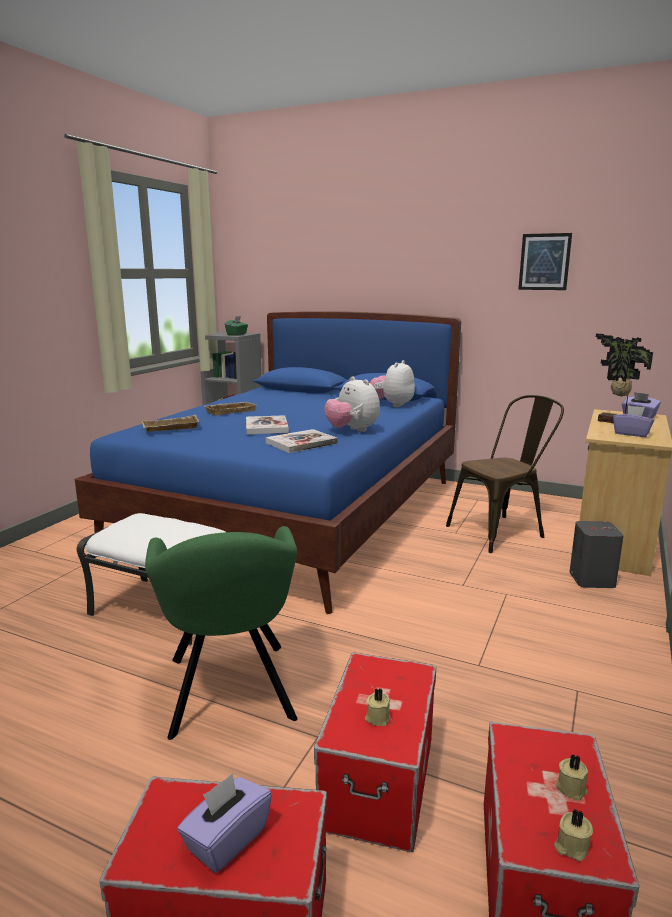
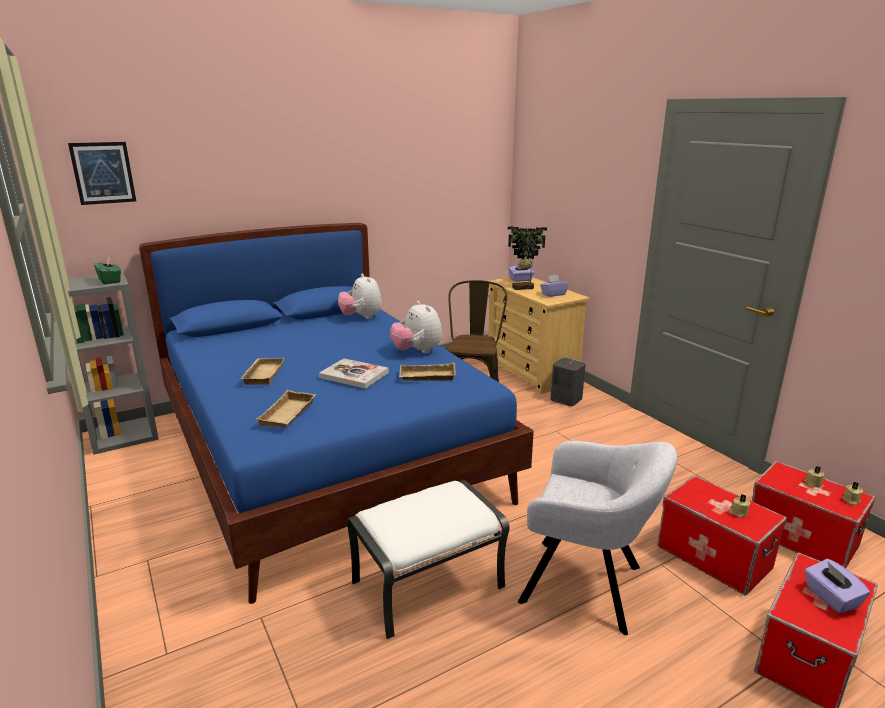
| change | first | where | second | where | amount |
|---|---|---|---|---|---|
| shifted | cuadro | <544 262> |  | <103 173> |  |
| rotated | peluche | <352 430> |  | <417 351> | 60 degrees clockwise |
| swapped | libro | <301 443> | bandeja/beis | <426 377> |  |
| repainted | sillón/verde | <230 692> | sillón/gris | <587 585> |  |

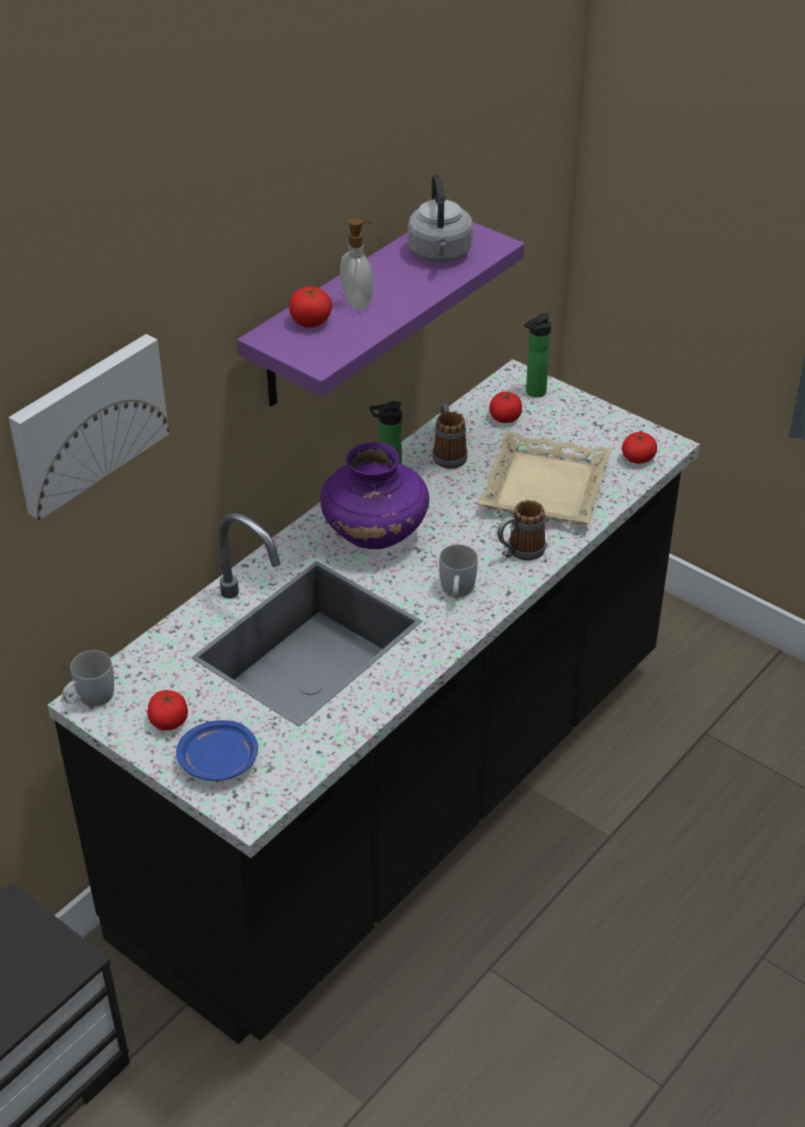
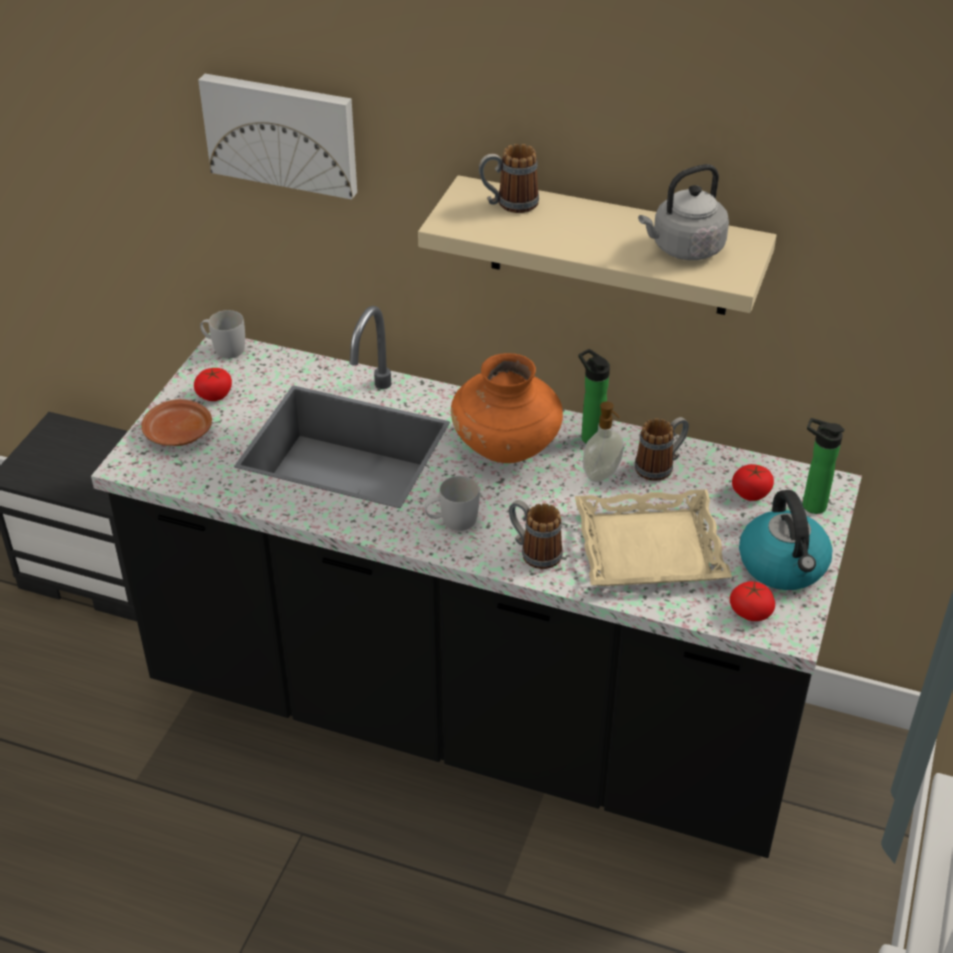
| change | first | where | second | where | amount |
|---|---|---|---|---|---|
| repainted | plato/azul | <220 760> | plato/marrón | <178 434> |  |
| repainted | estante/morado | <346 312> | estante/beis | <609 247> |  |
| repainted | florero/morado | <375 534> | florero/naranja | <507 448> |  |
| swapped | tomate | <311 322> | taza grande | <508 204> |  |
| shifted | dispensador de jabón | <358 302> |  | <602 475> |  |
| new |  |  | hervidor | <783 566> |  |

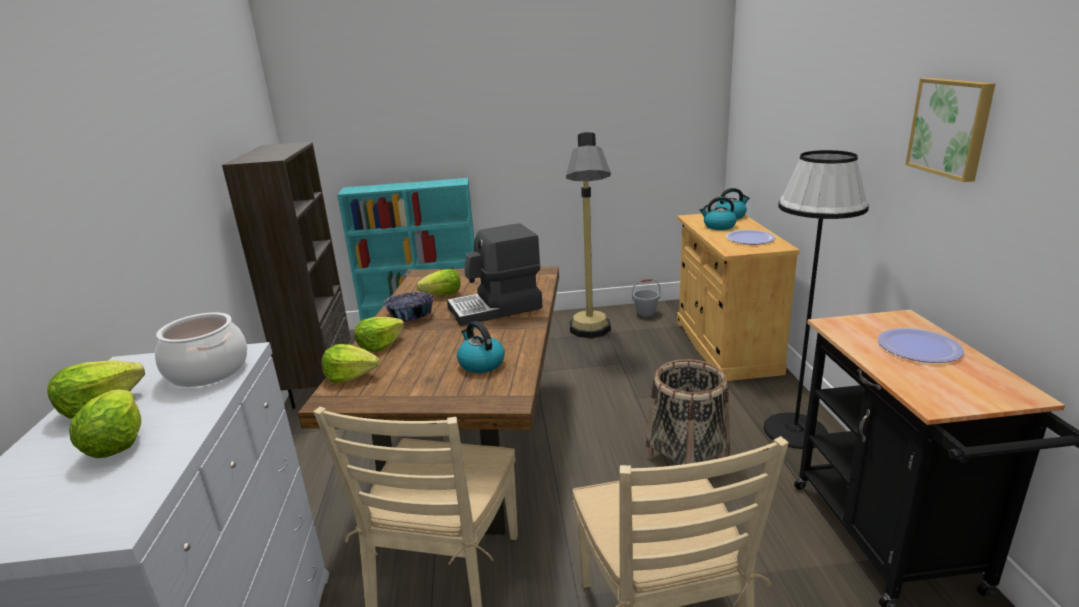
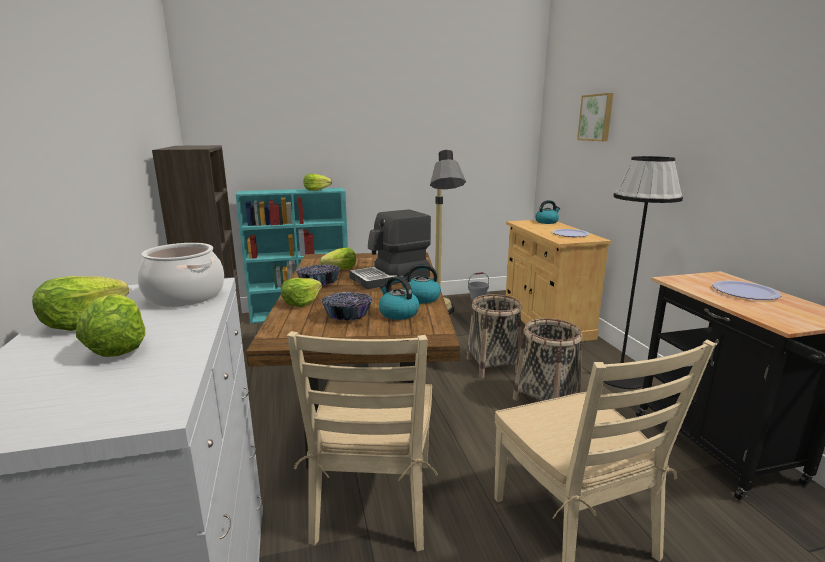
| change | first | where | second | where | amount |
|---|---|---|---|---|---|
| shifted | lechuga | <350 376> |  | <316 190> |  |
| new |  |  | cuenco | <348 315> |  |
| shifted | hervidor | <718 226> |  | <421 298> |  |
| new |  |  | cesta | <493 365> |  |
| shifted | cuadro | <951 127> |  | <596 117> |  |

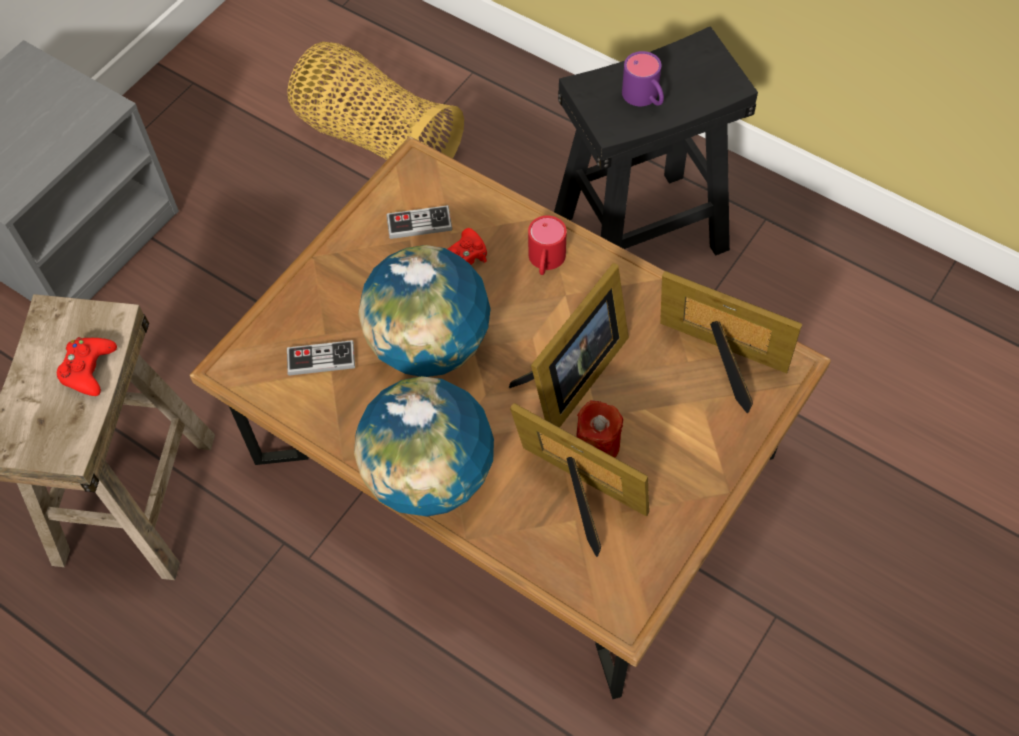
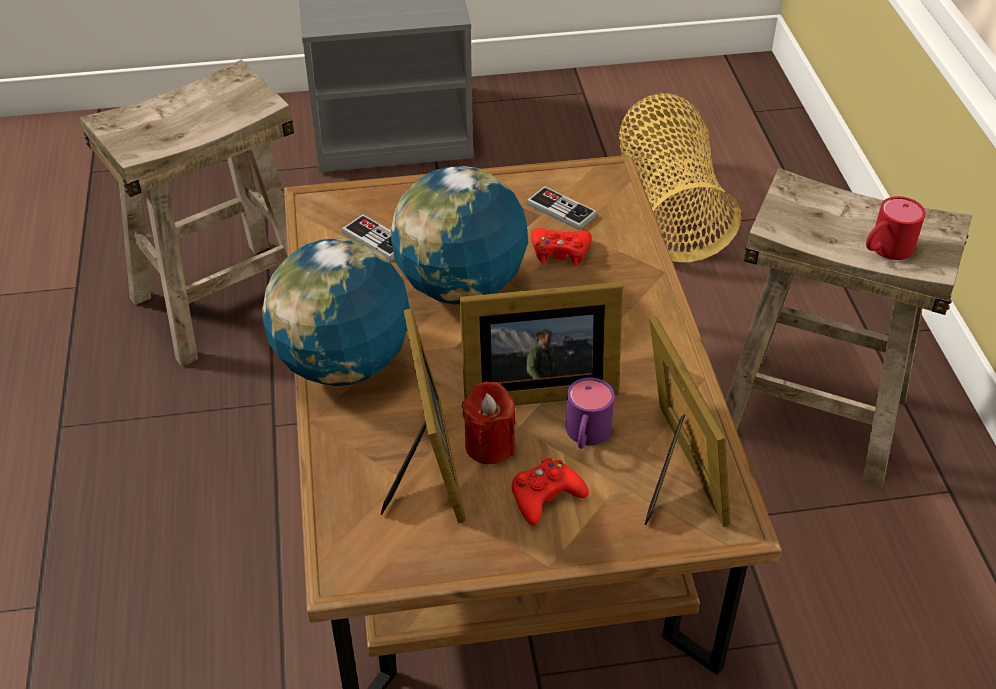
| change | first | where | second | where | amount |
|---|---|---|---|---|---|
| shifted | mando de consola/rojo | <88 369> |  | <545 496> |  |
| shifted | taza grande/morado | <645 98> |  | <585 436> |  |
| repainted | taburete/negro | <640 234> | taburete/beis | <810 416> |  |
| shifted | taza grande/rojo | <545 262> |  | <885 249> |  |

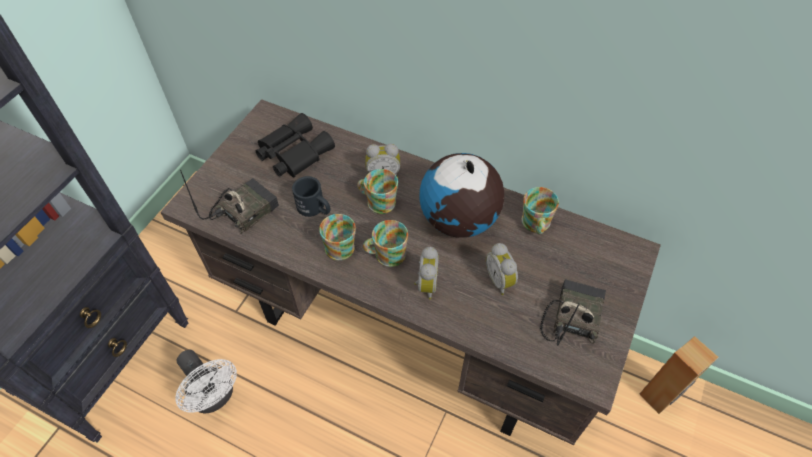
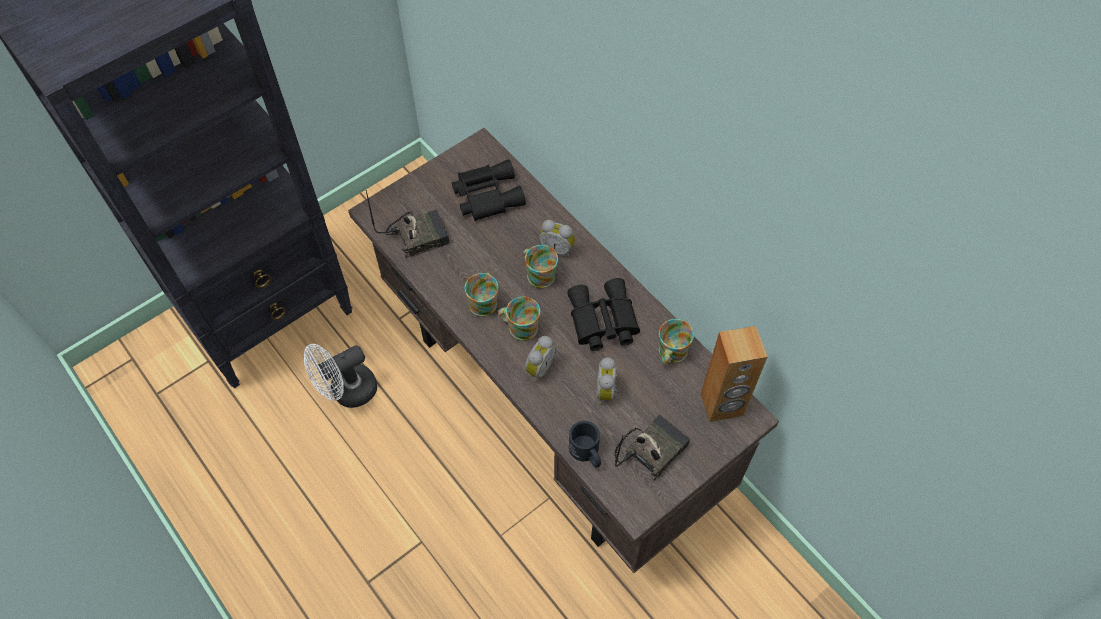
| change | first | where | second | where | amount |
|---|---|---|---|---|---|
| rotated | ventilador/blanco | <215 397> |  | <347 392> | 75 degrees clockwise |
| swapped | globo terráqueo | <458 221> | prismáticos/negro | <601 321> |  |
| shifted | taza grande/negro | <315 208> |  | <587 453> |  |
| shifted | altavoz/marrón | <658 396> |  | <722 405> |  |

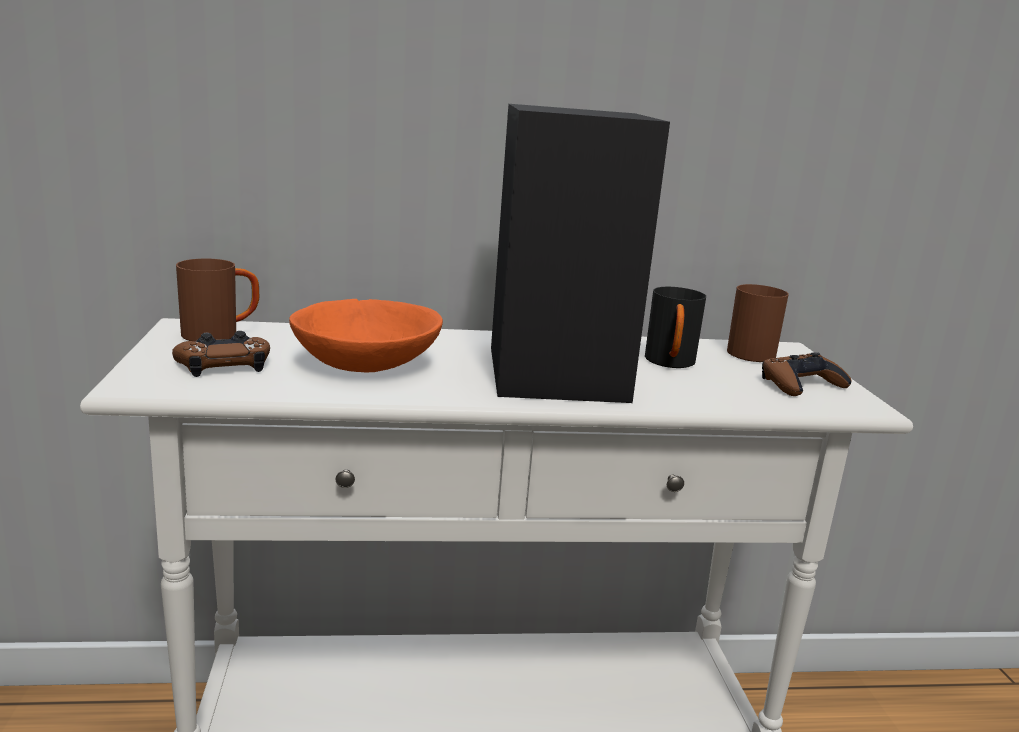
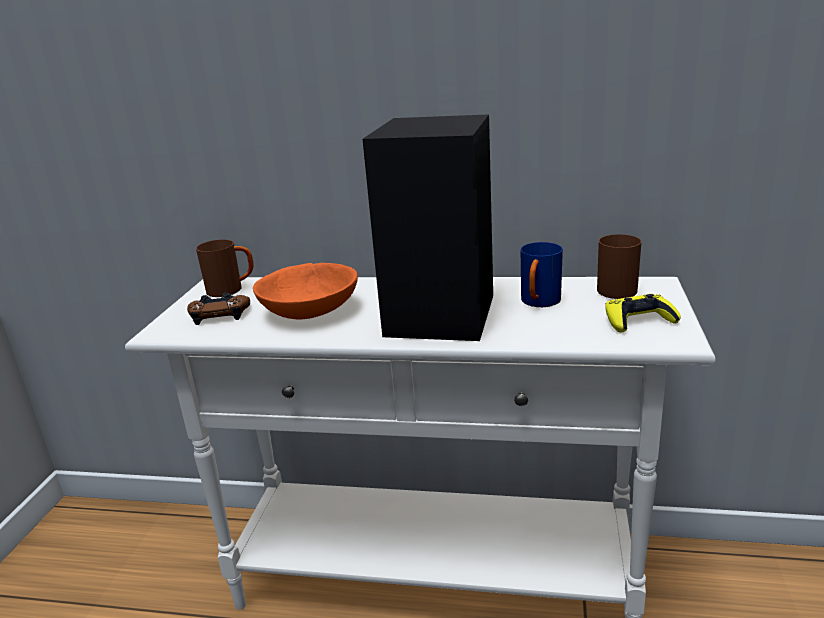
| change | first | where | second | where | amount |
|---|---|---|---|---|---|
| repainted | taza grande/negro | <670 364> | taza grande/azul | <539 303> |  |
| repainted | mando de consola/marrón | <802 384> | mando de consola/amarillo | <638 320> |  |

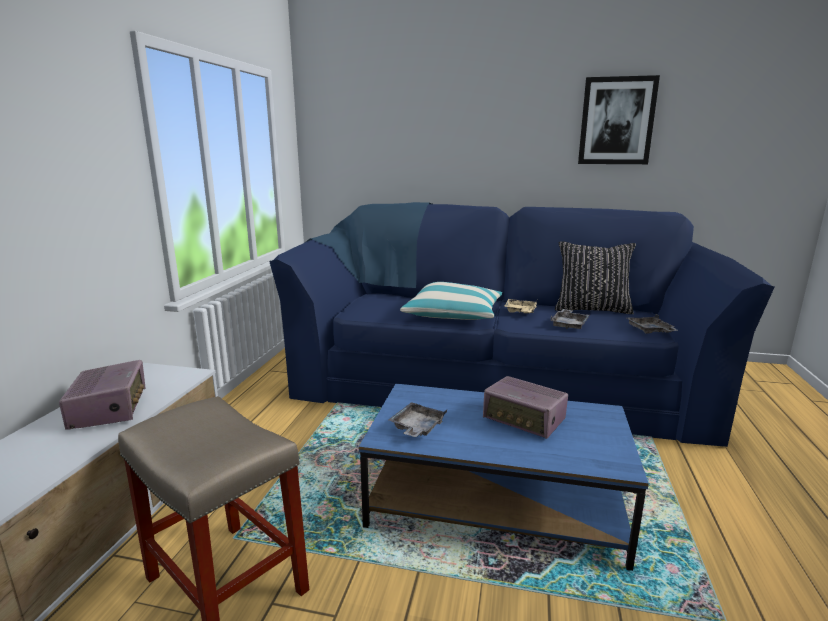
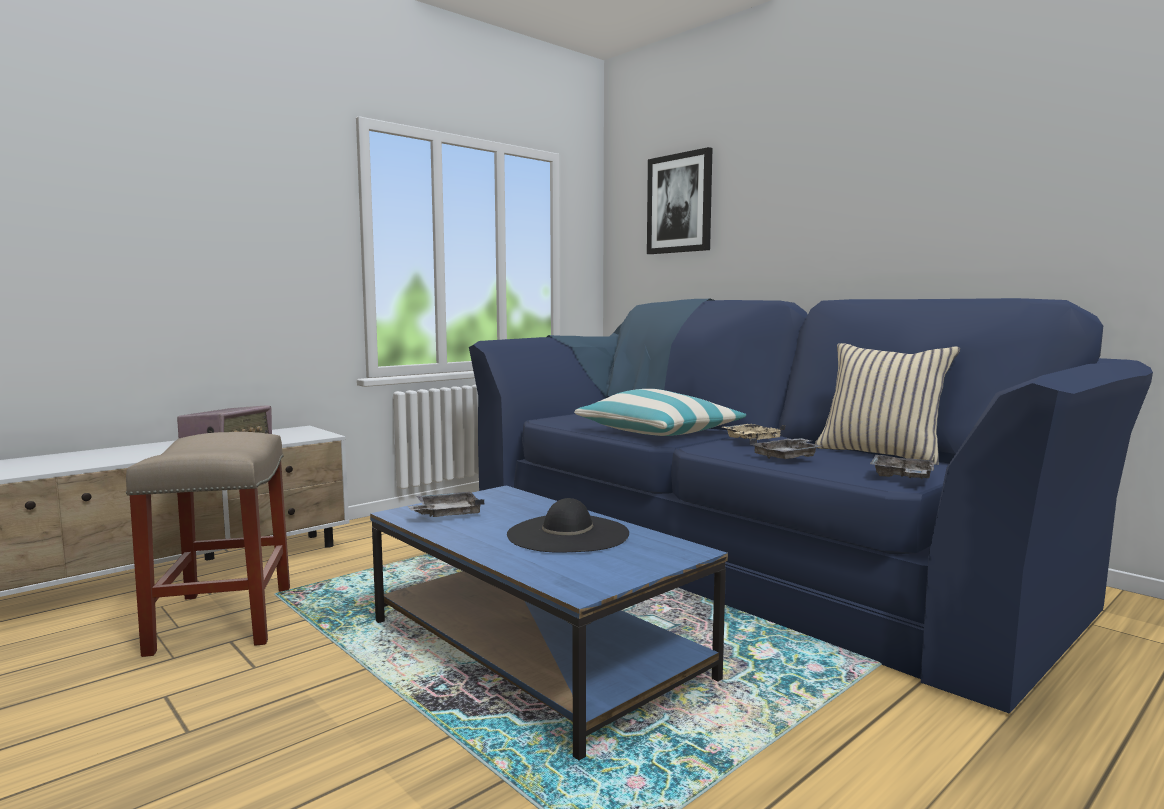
| change | first | where | second | where | amount |
|---|---|---|---|---|---|
| swapped | radio | <524 420> | sombrero/negro | <568 534> |  |
| shifted | cuadro | <616 121> |  | <679 203> |  |
| repainted | cojín/negro | <591 309> | cojín/beis | <880 454> |  |

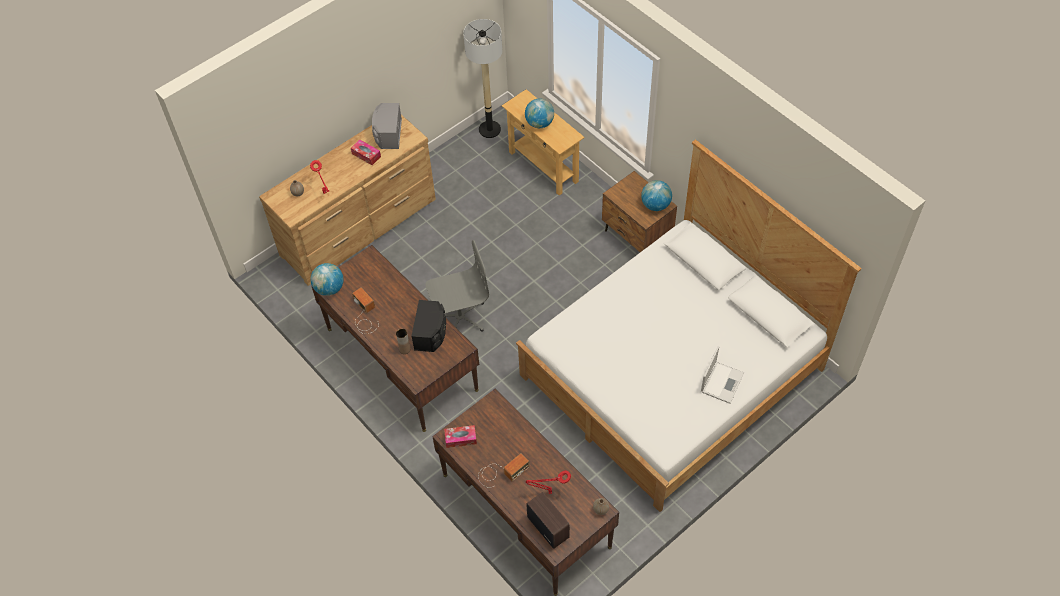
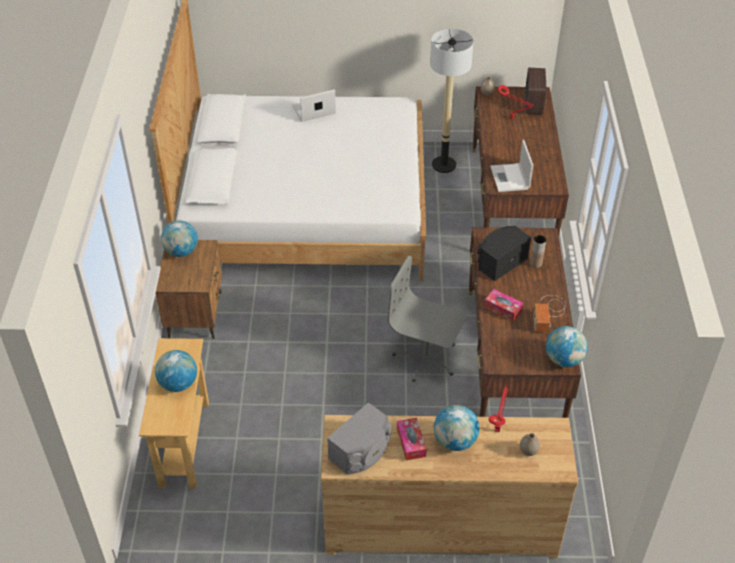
| change | first | where | second | where | amount |
|---|---|---|---|---|---|
| shifted | lámpara de pie | <489 129> |  | <444 165> |  |
| new |  |  | globo terráqueo | <455 441> |  |
| shifted | caja de pañuelos | <460 439> |  | <503 308> |  |
| new |  |  | portátil | <510 178> |  |
| gone | radio | <501 472> |  |  |  |

